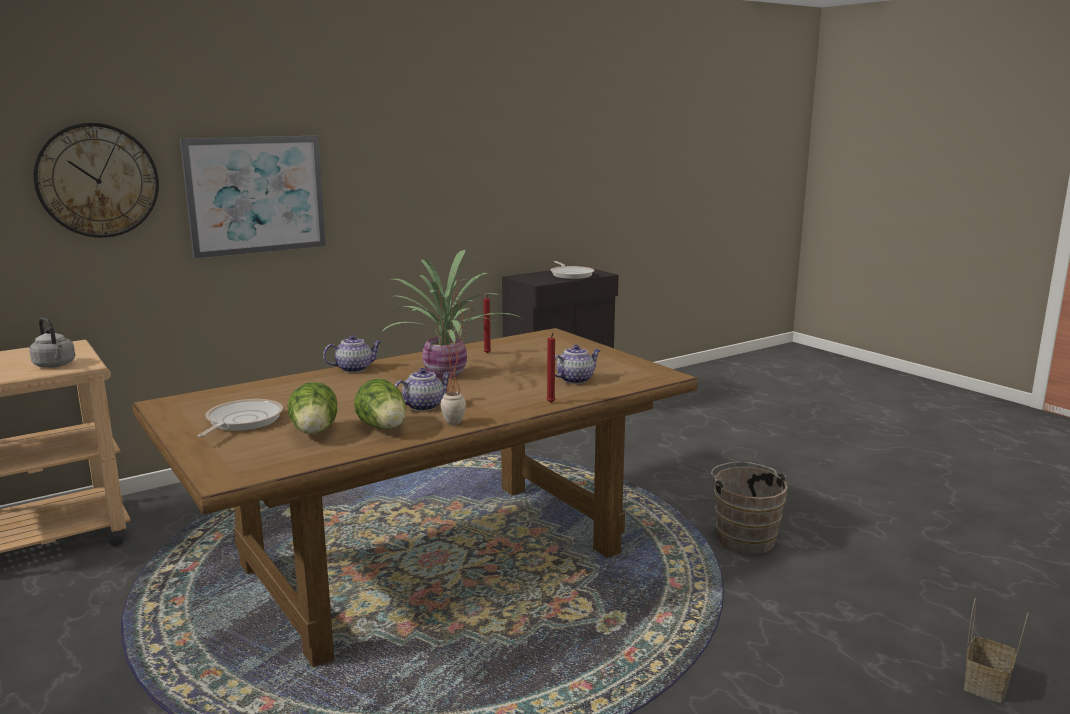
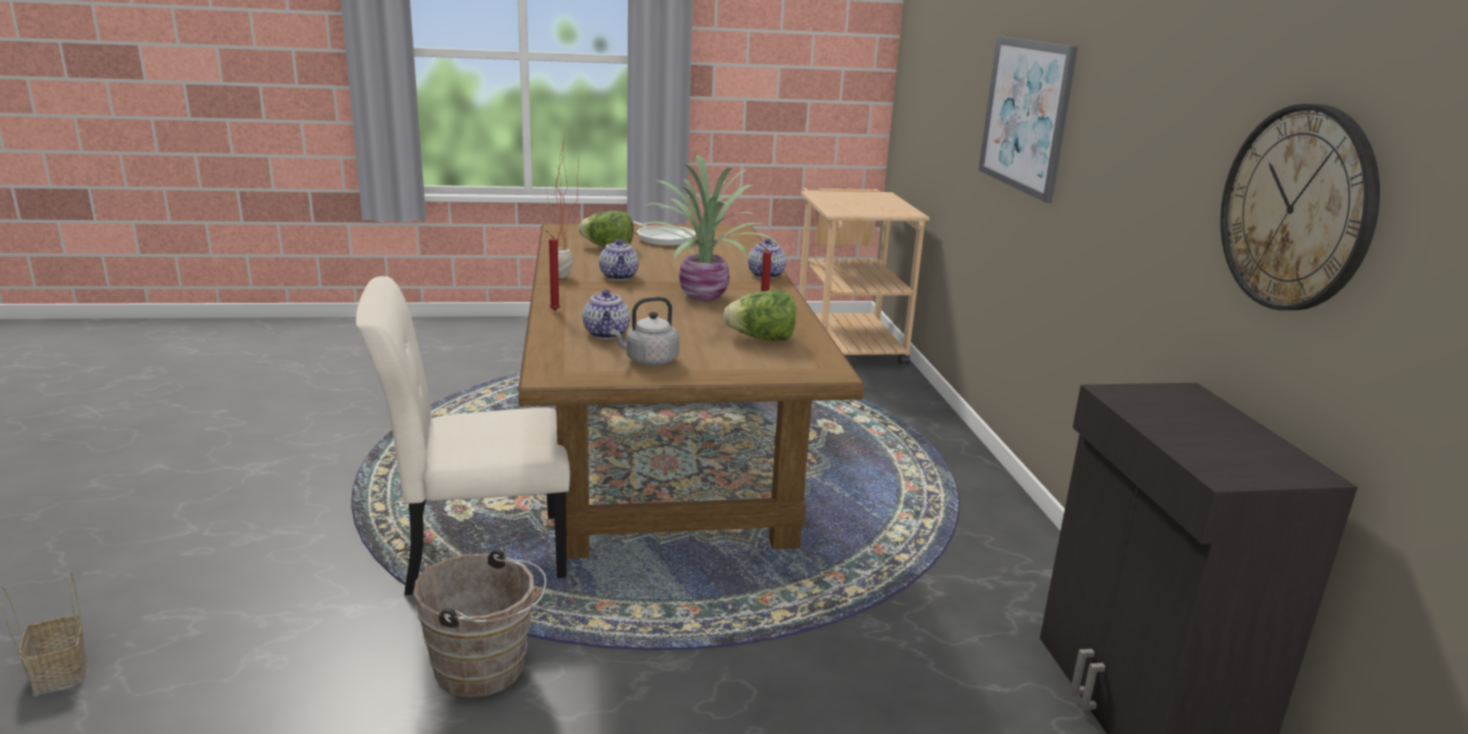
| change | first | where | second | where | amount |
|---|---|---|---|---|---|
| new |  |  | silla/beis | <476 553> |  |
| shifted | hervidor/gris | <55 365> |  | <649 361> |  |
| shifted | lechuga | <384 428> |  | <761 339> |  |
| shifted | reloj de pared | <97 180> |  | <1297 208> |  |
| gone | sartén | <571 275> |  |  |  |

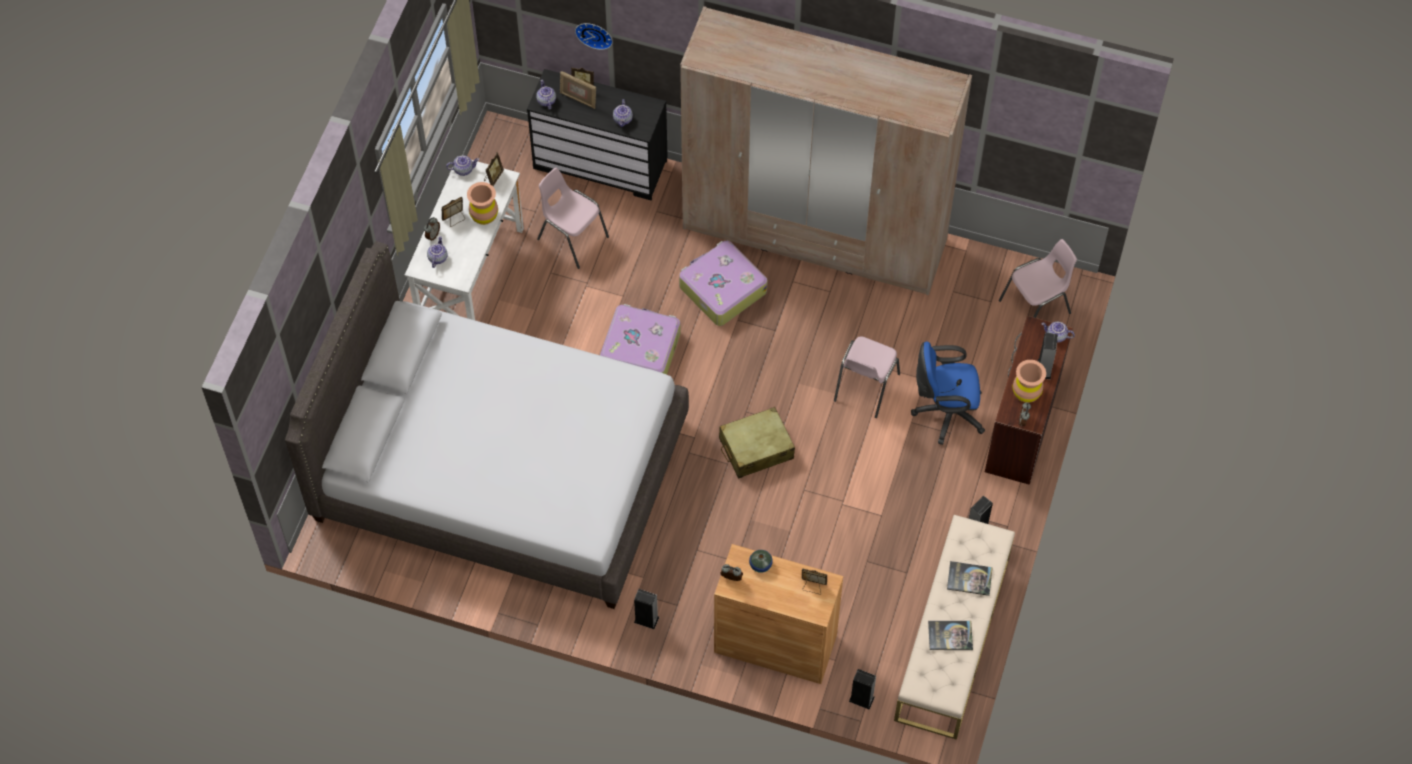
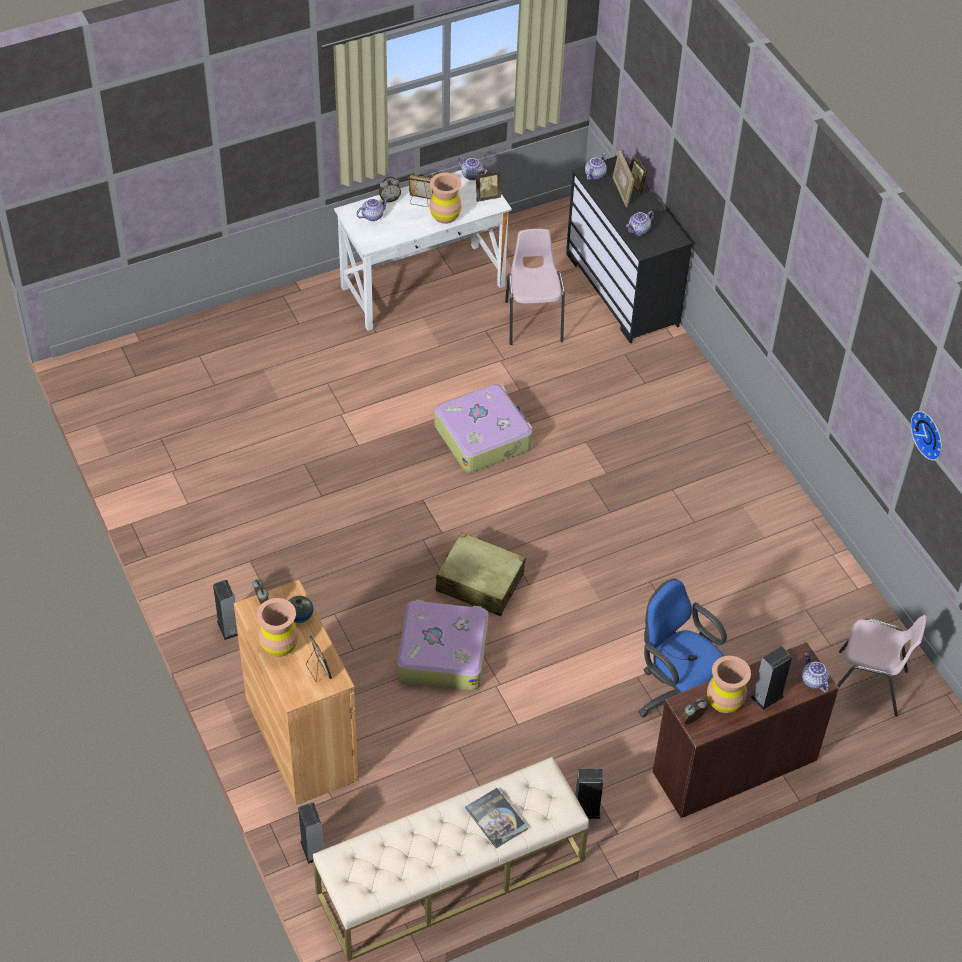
| change | first | where | second | where | amount |
|---|---|---|---|---|---|
| new |  |  | florero/marrón | <279 645> |  |
| shifted | maleta | <721 289> |  | <442 653> |  |
| shifted | reloj de pared | <594 33> |  | <930 434> |  |
| gone | cama/gris | <501 470> |  |  |  |
| gone | armario ropero/beis | <814 236> |  |  |  |
| gone | silla/rosa | <865 387> |  |  |  |
| gone | libro | <950 635> |  |  |  |

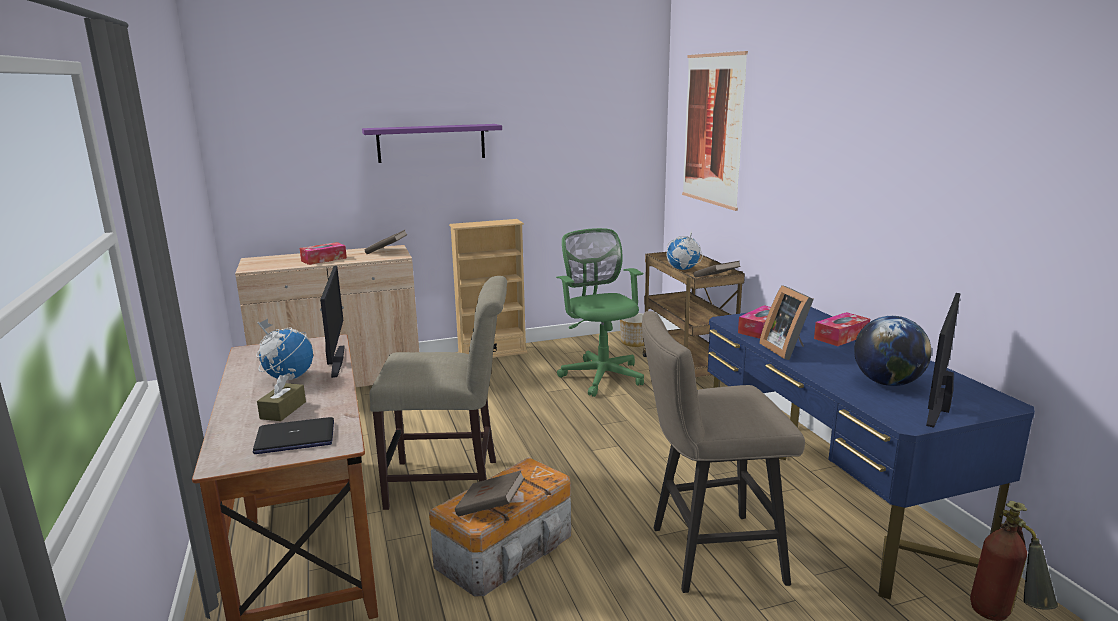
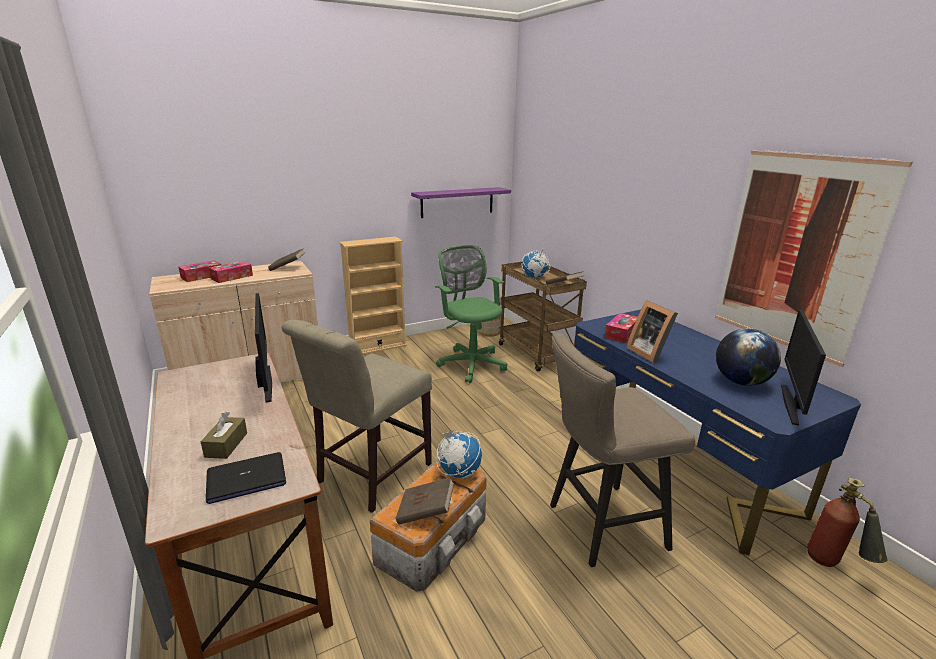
| change | first | where | second | where | amount |
|---|---|---|---|---|---|
| shifted | caja de pañuelos | <841 337> |  | <202 276> |  |
| rotated | silla/beis | <450 483> |  | <370 475> | 135 degrees clockwise |
| shifted | estante/morado | <431 143> |  | <457 202> |  |
| shifted | globo terráqueo | <288 378> |  | <458 473> |  |
| shifted | cuadro | <712 129> |  | <797 253> |  |

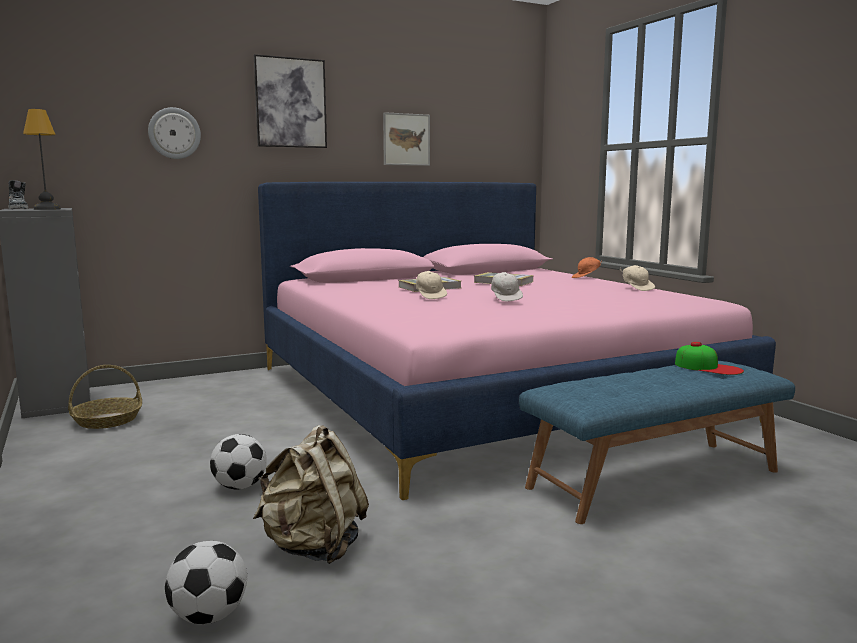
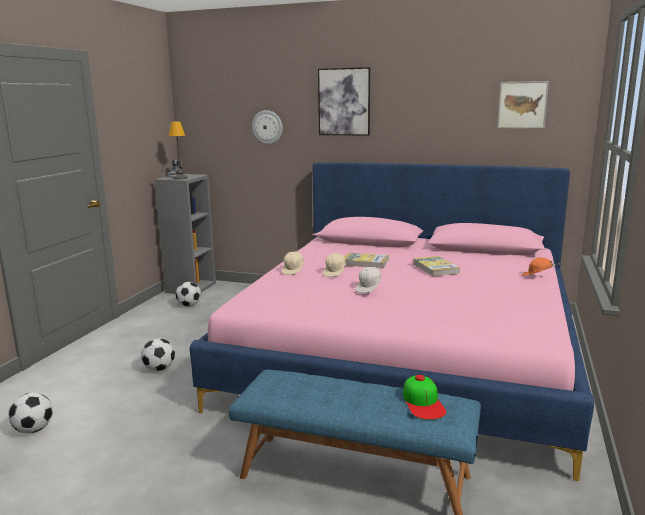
| change | first | where | second | where | amount |
|---|---|---|---|---|---|
| swapped | cesta | <107 420> | balón de fútbol | <189 305> |  |
| shifted | gorra/beis | <637 288> |  | <293 271> |  |
| shifted | cuadro | <406 139> |  | <522 105> |  |
| gone | mochila/beis | <314 548> |  |  |  |

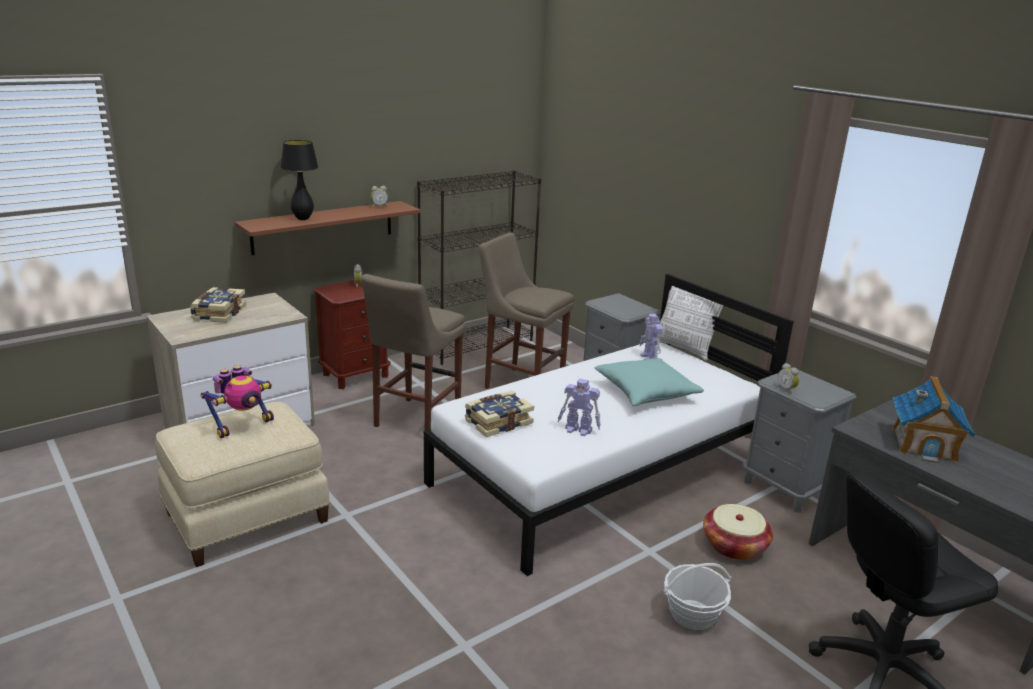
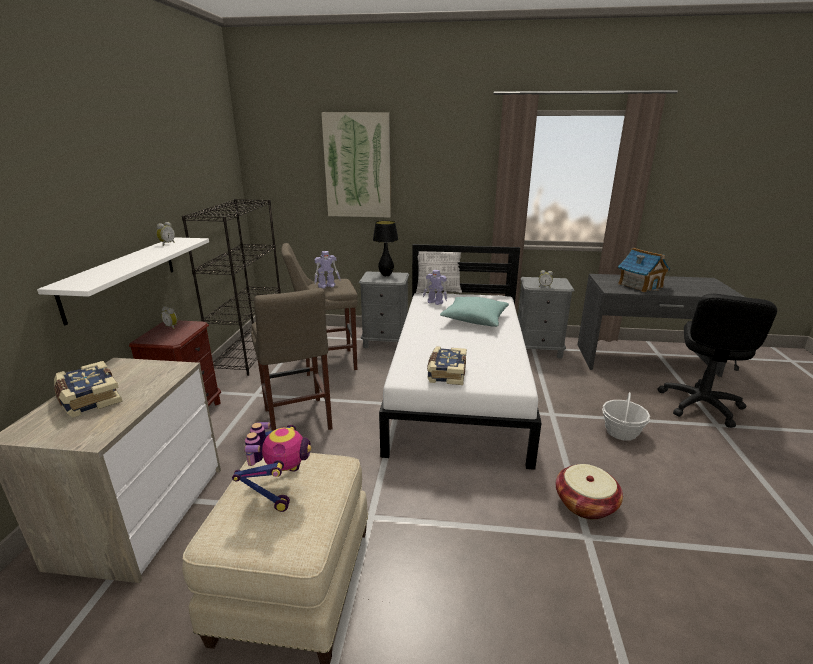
| change | first | where | second | where | amount |
|---|---|---|---|---|---|
| repainted | estante/marrón | <323 227> | estante/blanco | <122 276> |  |
| shifted | robot de juguete | <579 430> |  | <327 286> |  |
| new |  |  | cuadro | <357 166> |  |
| shifted | lámpara de mesa/negro | <303 219> |  | <386 275> |  |
| shifted | cesta | <734 546> |  | <585 504> |  |

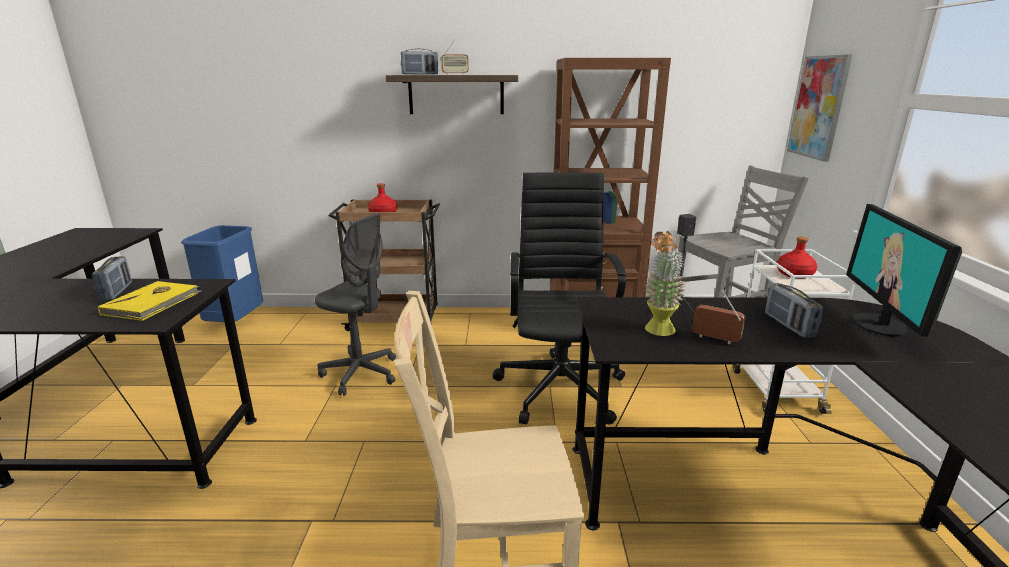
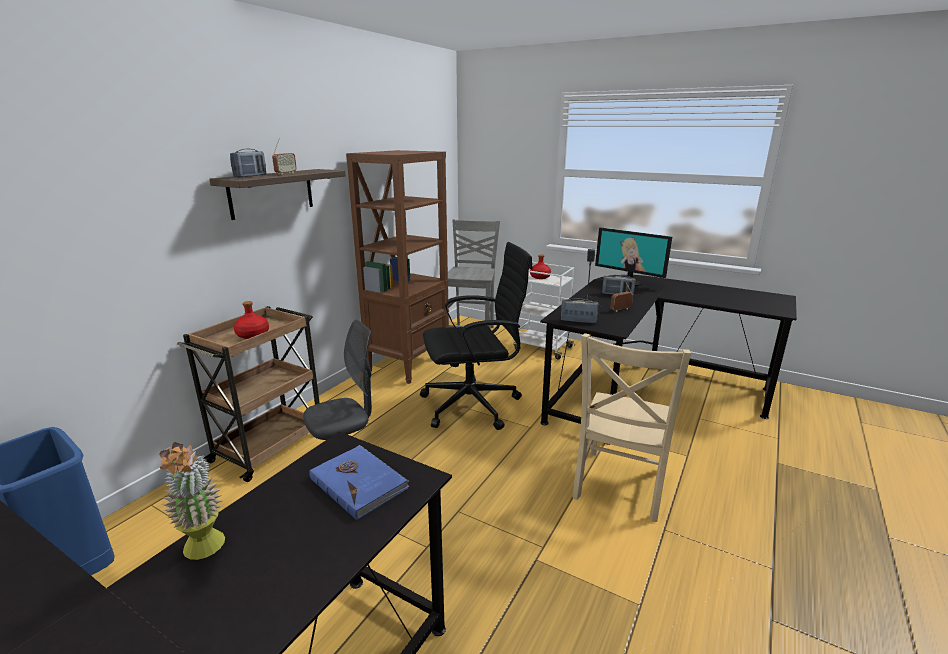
| change | first | where | second | where | amount |
|---|---|---|---|---|---|
| shifted | planta en maceta | <658 332> |  | <205 551> |  |
| repainted | libro/amarillo | <153 303> | libro/azul | <359 482> |  |
| rotated | silla de oficina/negro | <560 386> |  | <474 405> | 135 degrees clockwise |
| shifted | radio | <117 292> |  | <578 321> |  |
| gone | cuadro | <818 107> |  |  |  |

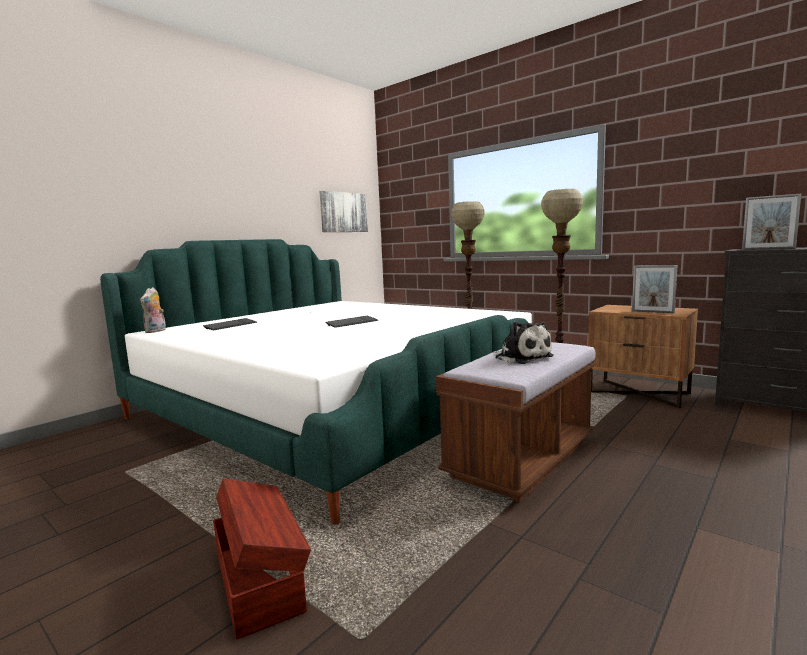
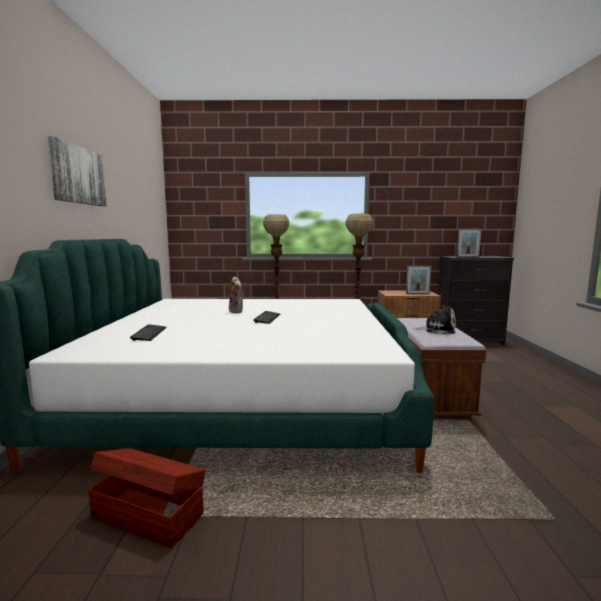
| change | first | where | second | where | amount |
|---|---|---|---|---|---|
| shifted | cuadro | <343 212> |  | <78 175> |  |
| shifted | caja de almacenaje/marrón | <260 578> |  | <148 514> |  |
| shifted | peluche | <156 331> |  | <237 311> |  |

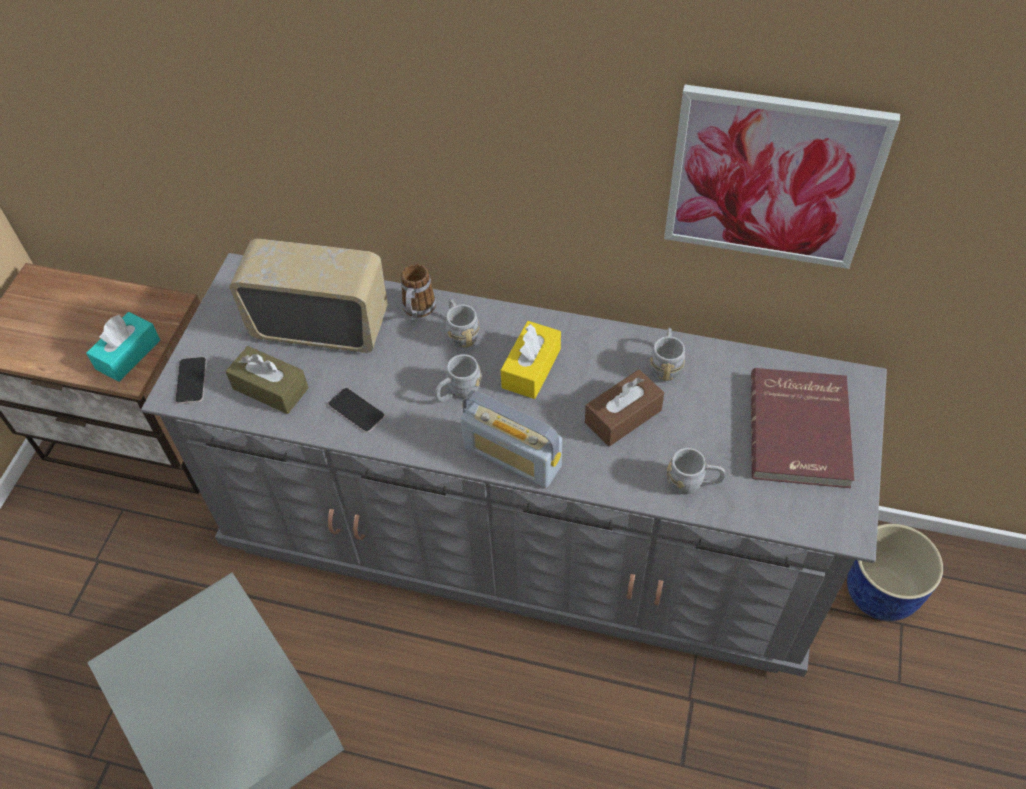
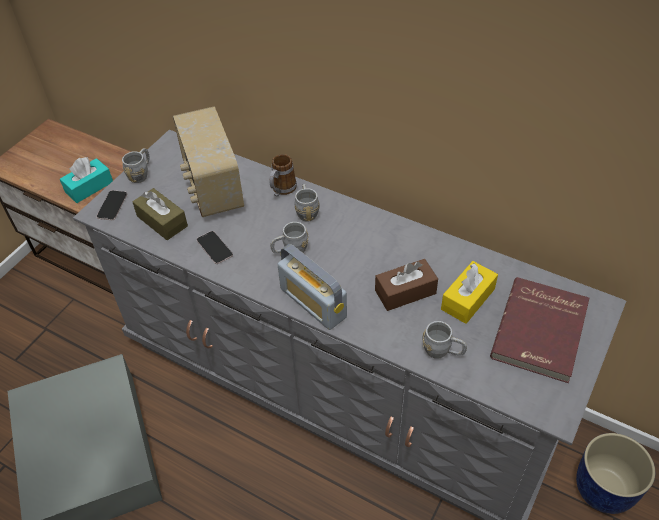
| change | first | where | second | where | amount |
|---|---|---|---|---|---|
| shifted | taza grande/gris | <666 364> |  | <141 173> |  |
| rotated | radio | <321 326> |  | <212 187> | 135 degrees counterclockwise |
| shifted | caja de pañuelos/amarillo | <531 368> |  | <468 299> |  |
| gone | cuadro | <772 178> |  |  |  |

